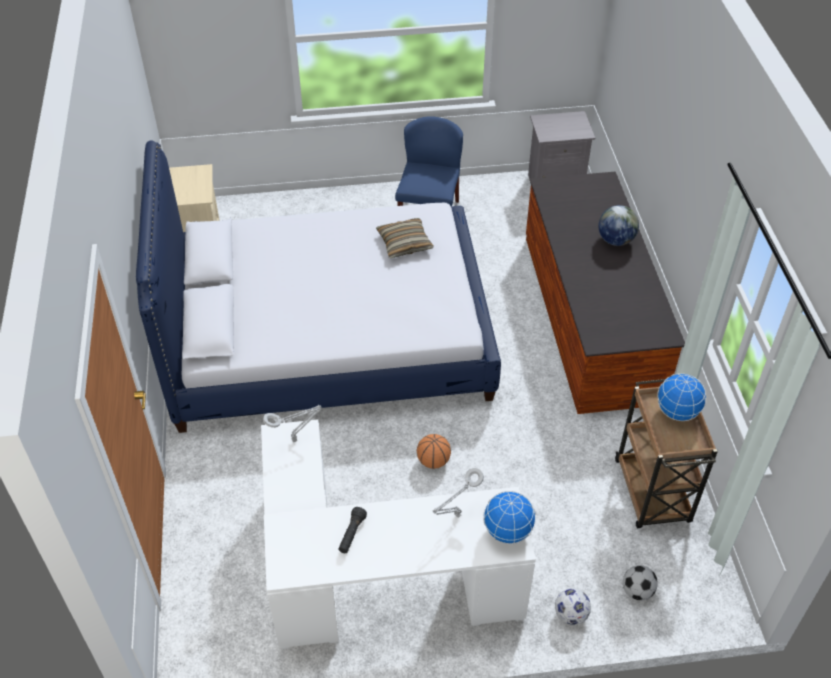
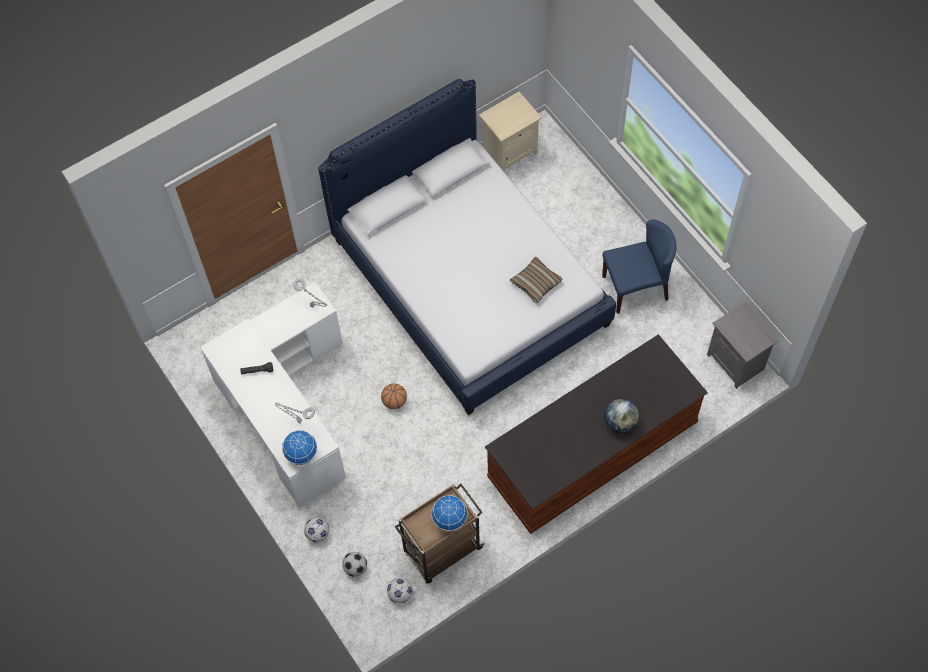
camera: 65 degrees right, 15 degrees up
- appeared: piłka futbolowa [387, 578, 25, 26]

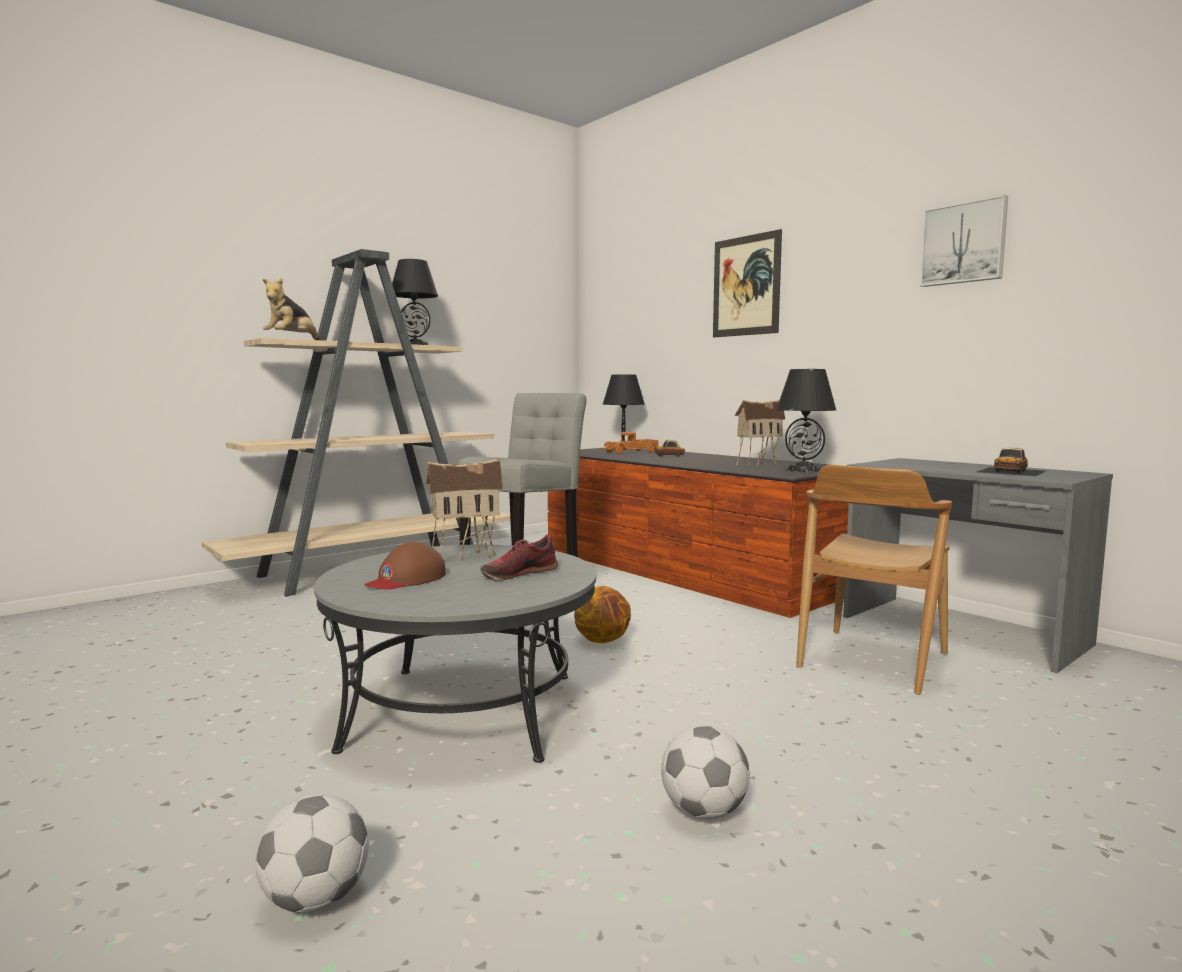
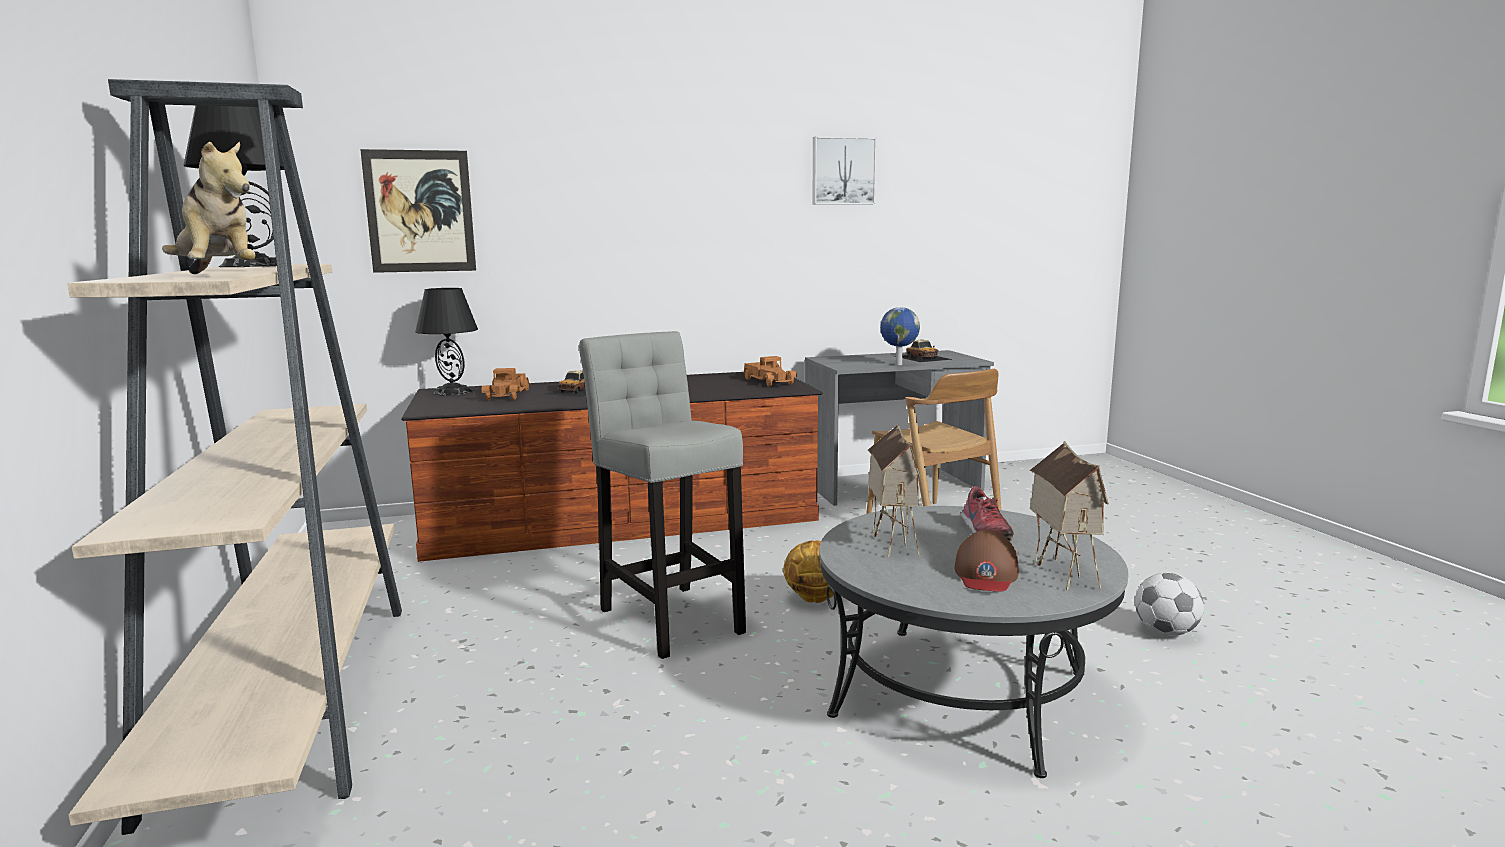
camera: 65 degrees left, 5 degrees up
- relocated: obraz [713, 229, 69, 108] to [360, 149, 116, 124]
- exchanged: lampa stołowa/czarny [776, 369, 60, 103] to ciężarówka zabawkowa [743, 356, 54, 31]
- relocated: domek [734, 400, 51, 67] to [1030, 441, 79, 150]
- spun: czapka z daszkiem/brązowy [364, 542, 82, 47] = [955, 530, 64, 62] 45 degrees clockwise
- missing: piłka futbolowa [256, 794, 113, 119]
- appeared: globus [880, 307, 40, 58]

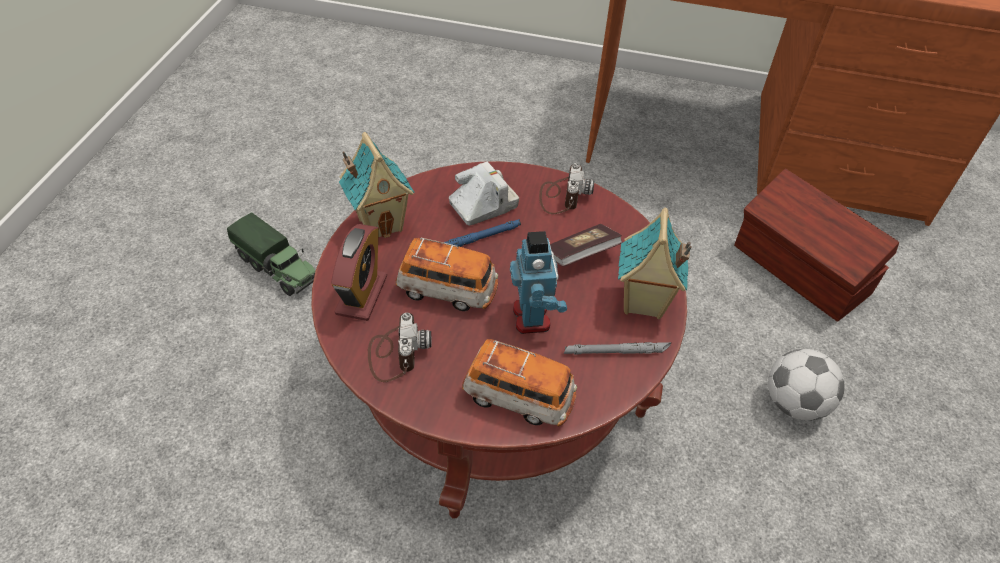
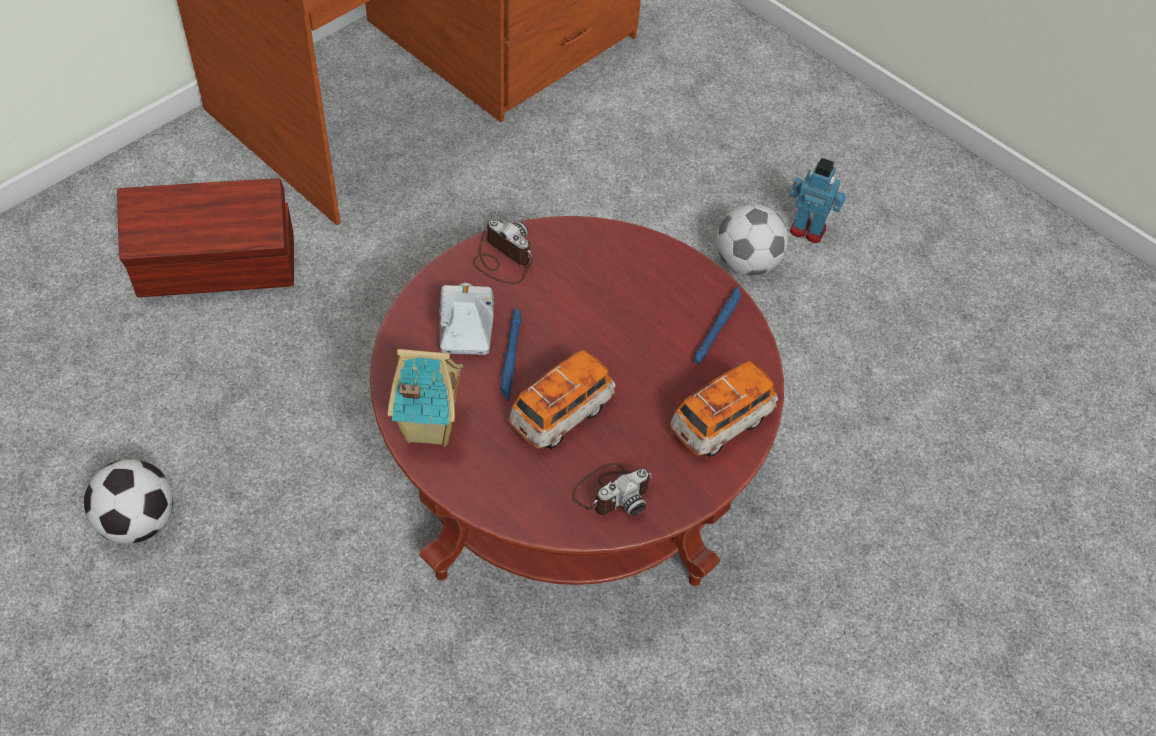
camera: 60 degrees left, 5 degrees up
- relocated: pojemnik do przechowywania/brązowy [734, 169, 165, 153] to [117, 178, 177, 119]
- missing: domek [618, 208, 73, 111]
- missing: ciężarówka zabawkowa [227, 213, 89, 83]
- missing: budzik [331, 224, 56, 97]
- missing: książka [550, 224, 73, 42]
- relocated: robot zabawkowy [510, 231, 57, 103] to [790, 158, 56, 85]
- spun: aparat fotograficzny [368, 313, 63, 69] = [572, 463, 80, 53] 120 degrees clockwise
- colour: latarka/szary [564, 342, 107, 12] to latarka/niebieski [693, 285, 48, 80]
- appeared: piłka futbolowa [84, 459, 89, 85]

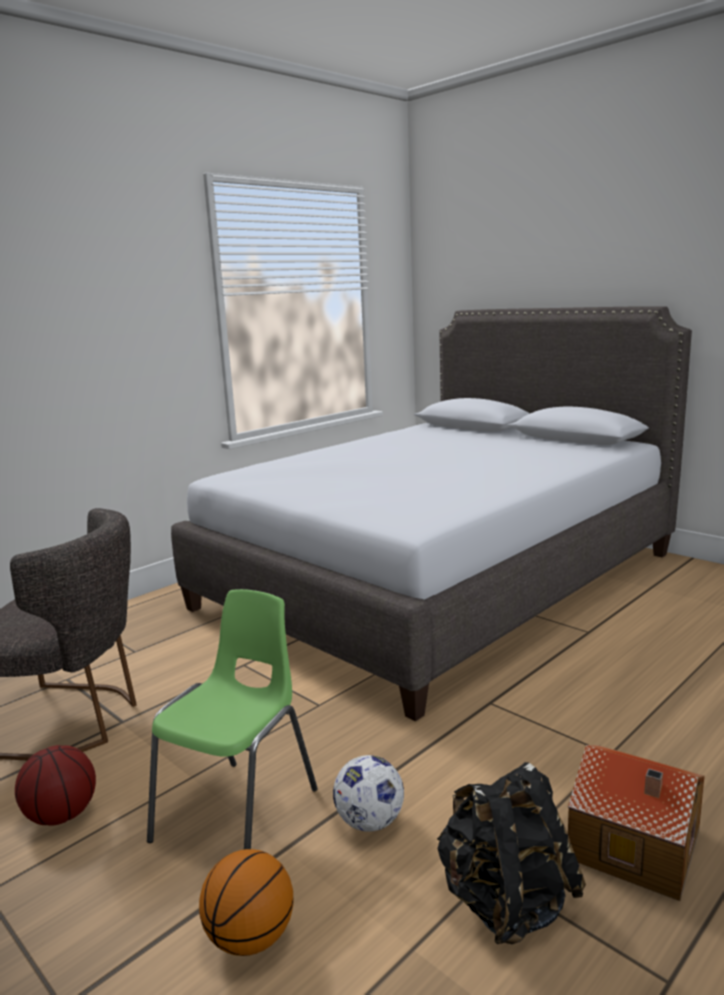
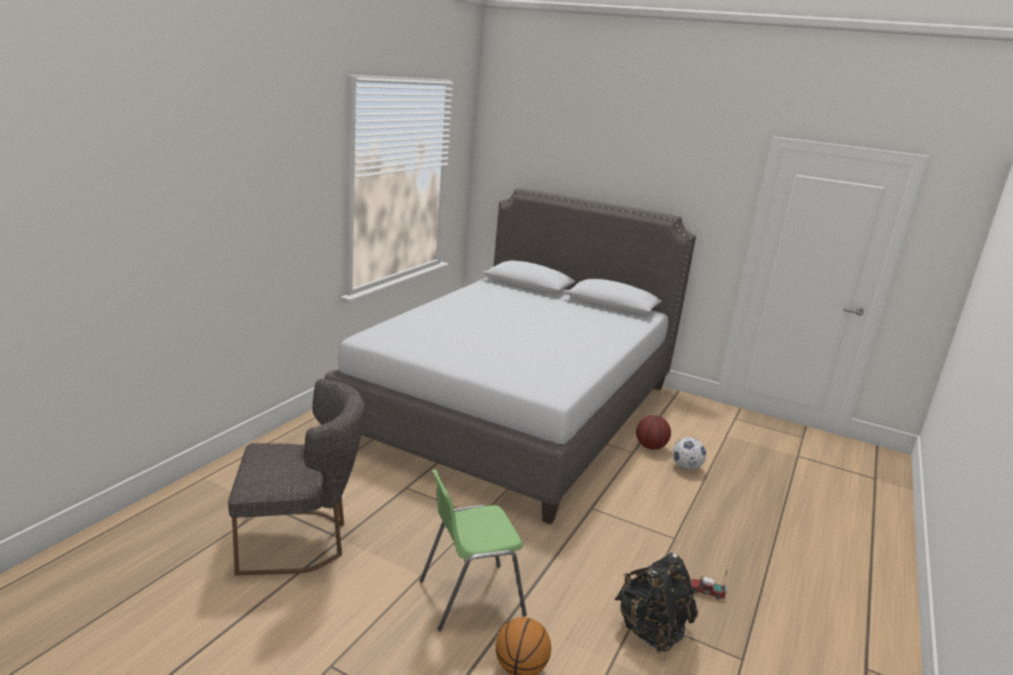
camera: 20 degrees left, 5 degrees up
- spun: krzesło/zielony [147, 589, 171, 260] = [420, 469, 107, 162] 120 degrees counterclockwise
- relocated: piłka do koszykówki [15, 745, 81, 81] to [636, 415, 35, 35]
- exchanged: domek [568, 745, 137, 156] to ciężarówka zabawkowa [691, 572, 36, 27]
- relocated: piłka futbolowa [333, 755, 71, 77] to [673, 437, 33, 33]

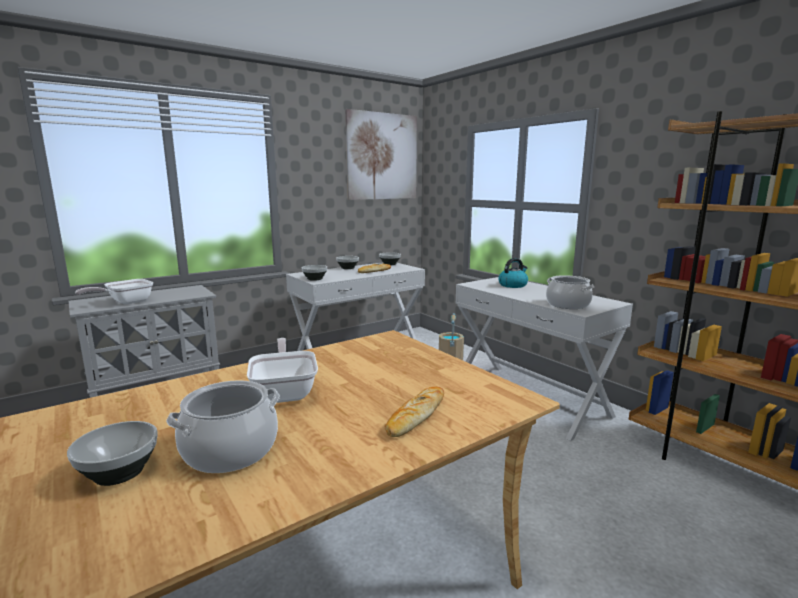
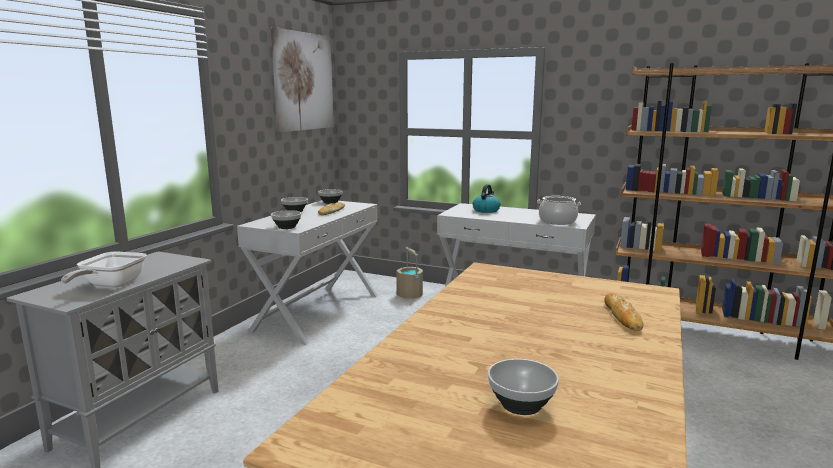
camera: 30 degrees left, 0 degrees up
- missing: patelnia [247, 338, 71, 65]
- missing: garnek [166, 380, 114, 93]

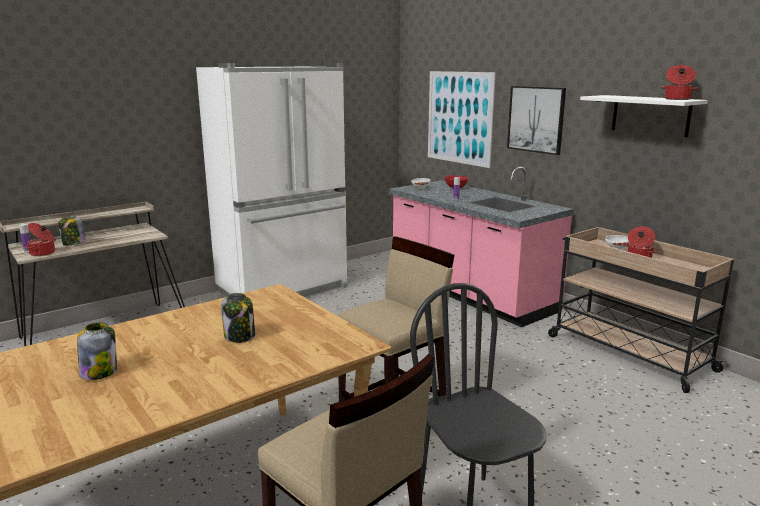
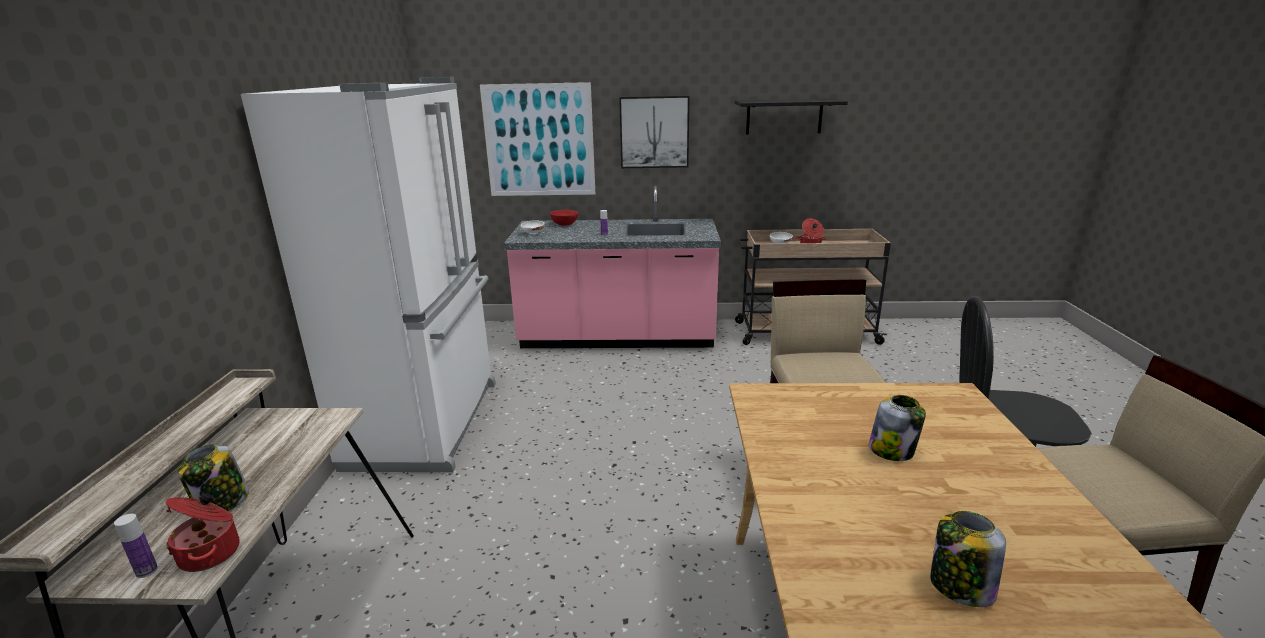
camera: 50 degrees left, 5 degrees up
- missing: garnek [661, 65, 37, 35]
- colour: półka/biały [580, 95, 128, 42] to półka/czarny [735, 99, 113, 36]

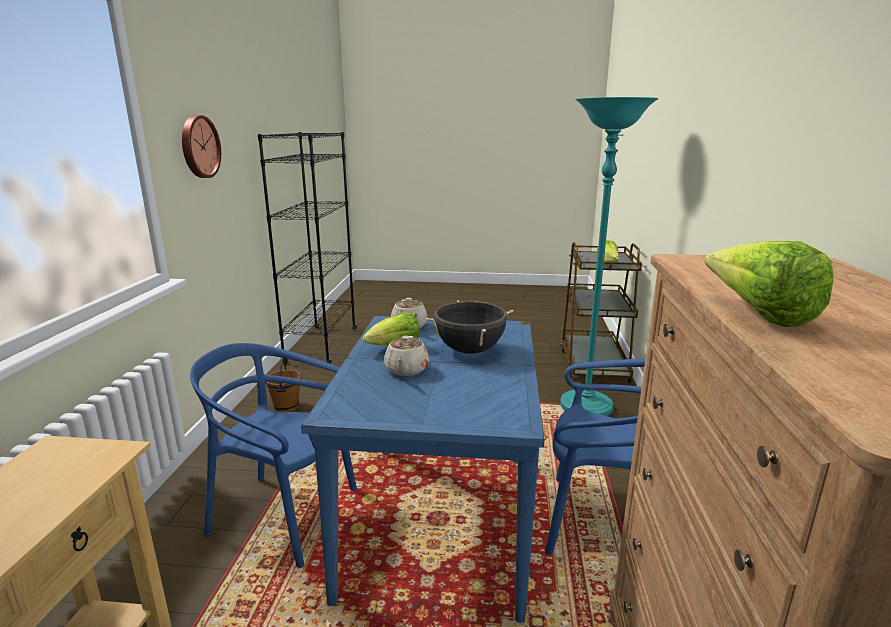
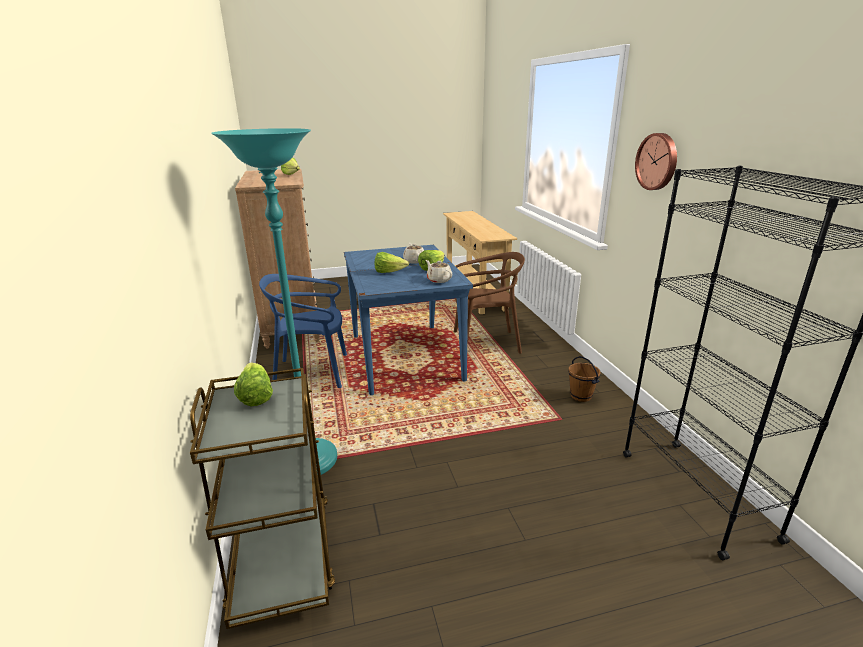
camera: 160 degrees right, 5 degrees up
- exchanged: garnek/czarny [426, 300, 87, 54] to sałata [375, 252, 34, 21]
- colour: krzesło/niebieski [190, 343, 167, 225] to krzesło/brązowy [454, 252, 71, 102]

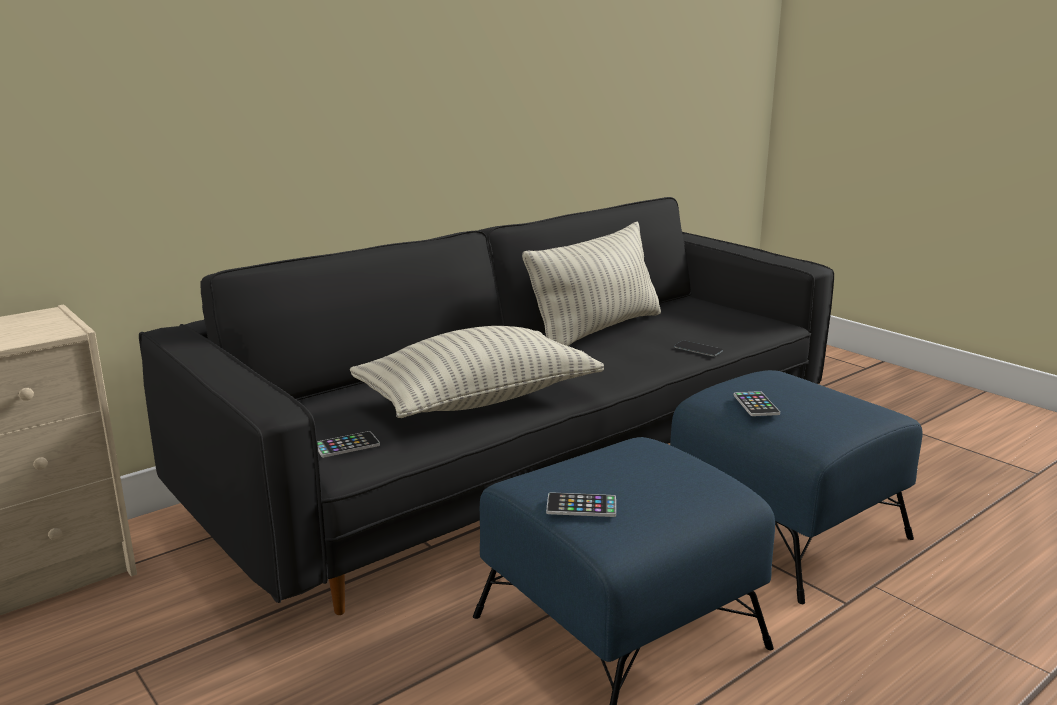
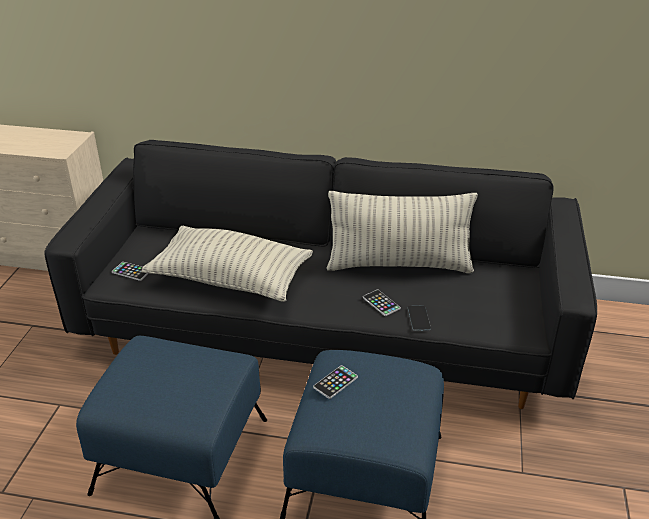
camera: 50 degrees right, 15 degrees up
- relocated: telefon [546, 492, 70, 25] to [363, 290, 38, 26]

